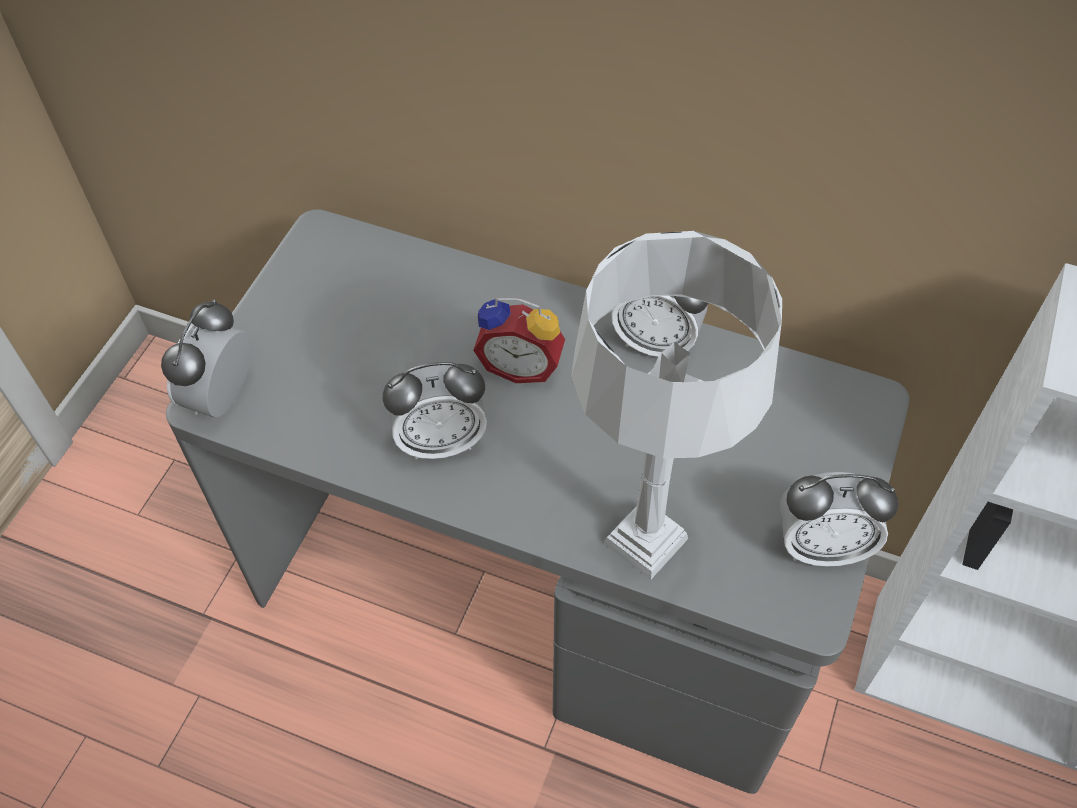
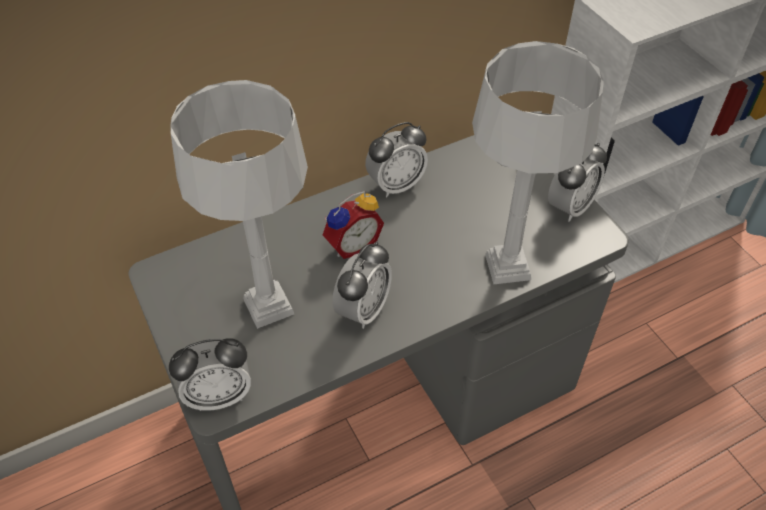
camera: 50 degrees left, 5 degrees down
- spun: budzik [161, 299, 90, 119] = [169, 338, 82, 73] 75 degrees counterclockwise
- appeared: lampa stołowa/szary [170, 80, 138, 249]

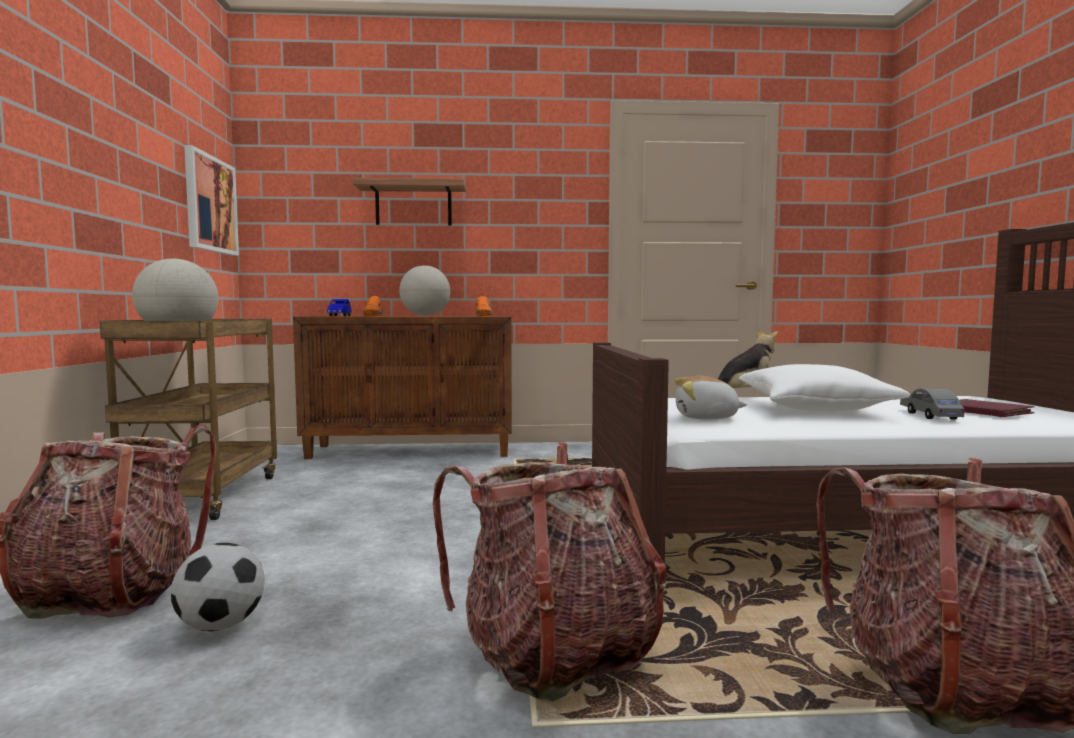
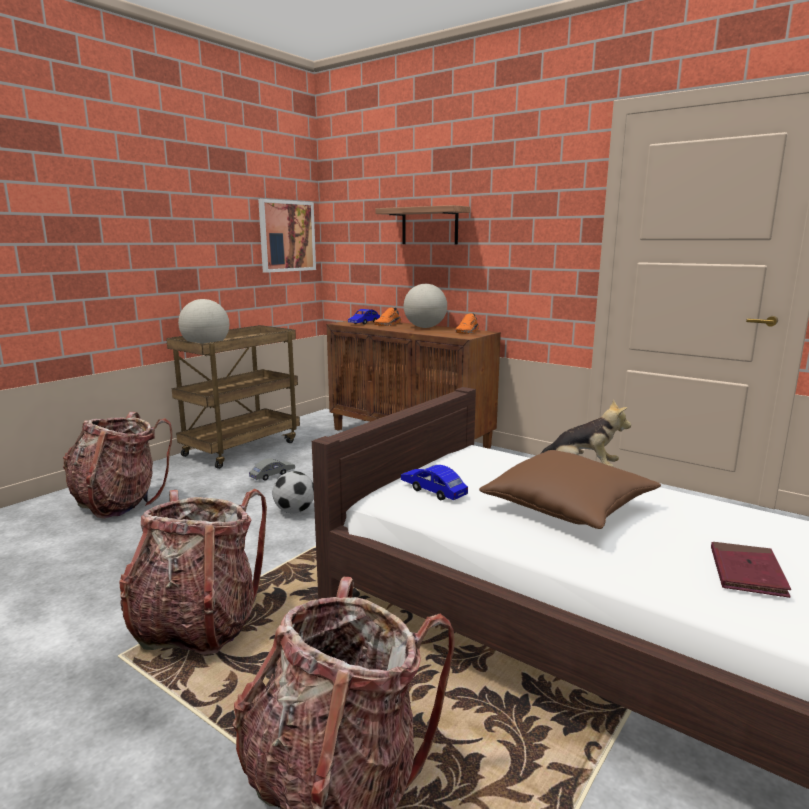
camera: 40 degrees right, 10 degrees up
- colour: poduszka/biały [738, 364, 172, 47] to poduszka/brązowy [479, 450, 182, 79]
- exchanged: pluszak [674, 376, 73, 44] to samochodzik/niebieski [401, 465, 67, 35]
- relocated: samochodzik/szary [900, 389, 65, 31] to [249, 459, 46, 22]
- relocated: piłka futbolowa [171, 543, 94, 88] to [272, 471, 42, 42]

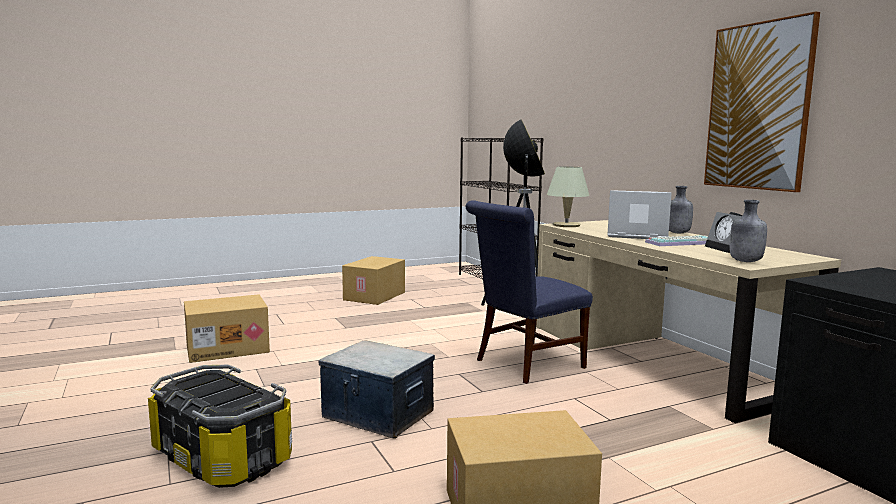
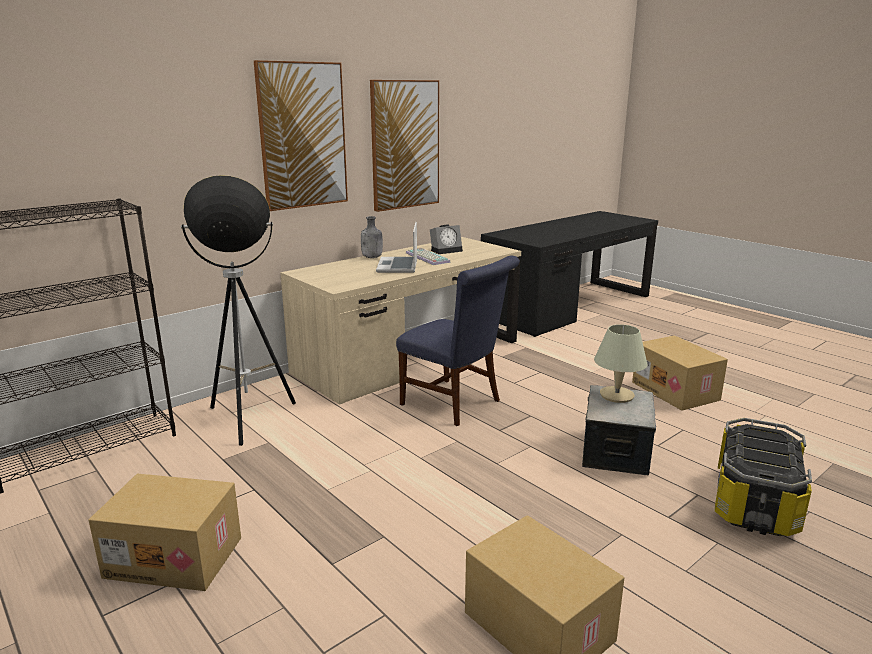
camera: 105 degrees left, 10 degrees up
- relocated: lampa stołowa/beżowy [547, 166, 43, 61] to [594, 324, 53, 79]
- missing: butelka/szary [730, 200, 37, 62]
- appeared: obraz [254, 60, 94, 151]

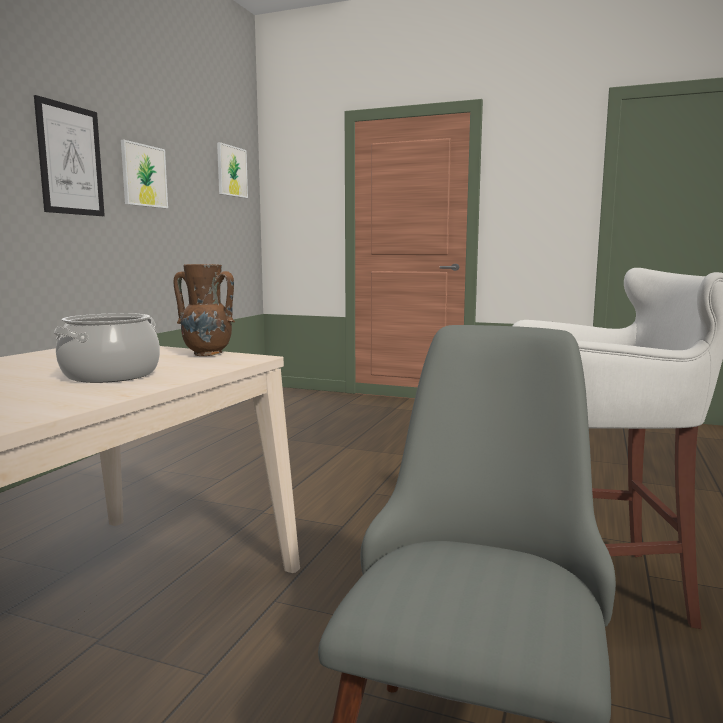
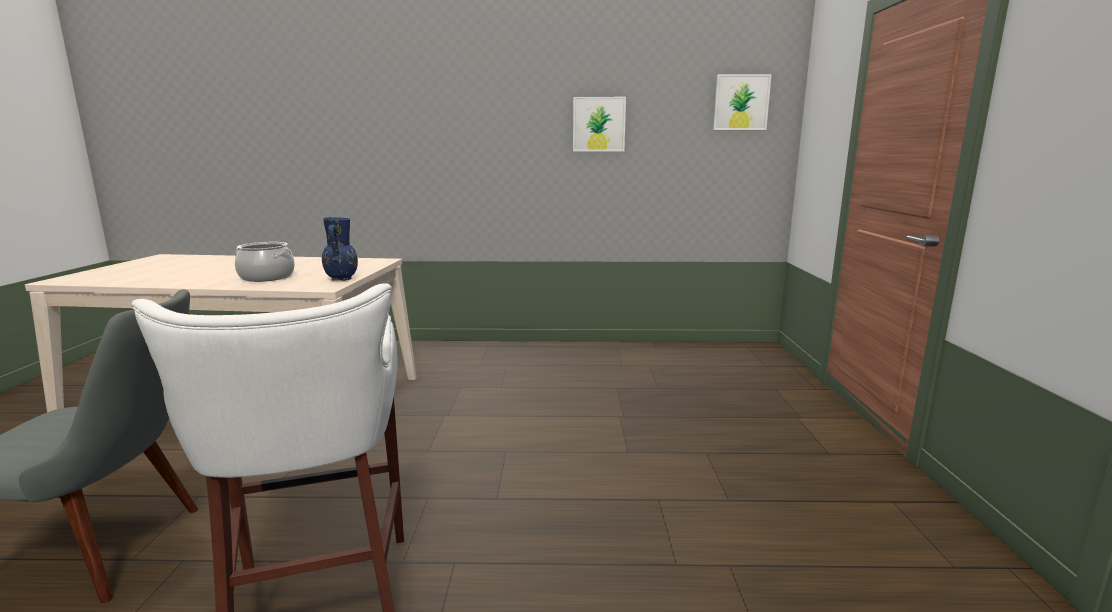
camera: 70 degrees right, 5 degrees up
- missing: obraz [34, 95, 71, 121]
- colour: wazon/brązowy [173, 264, 62, 92] to wazon/niebieski [322, 217, 36, 64]

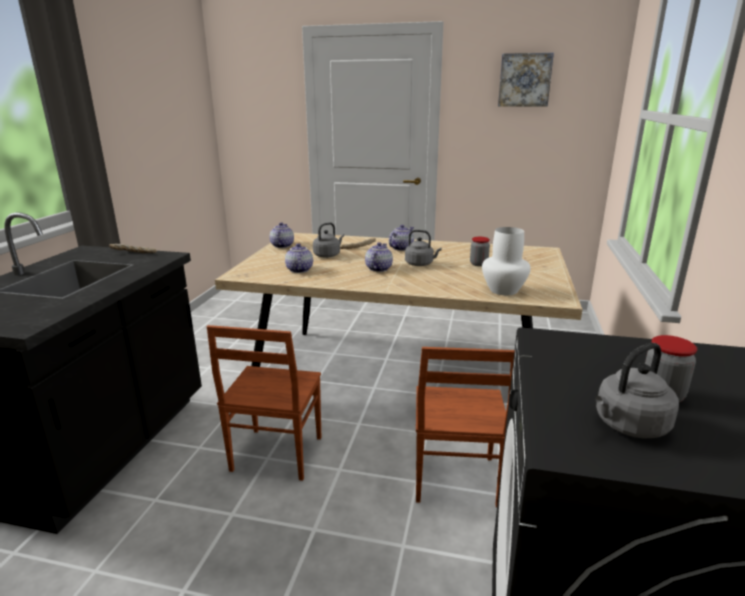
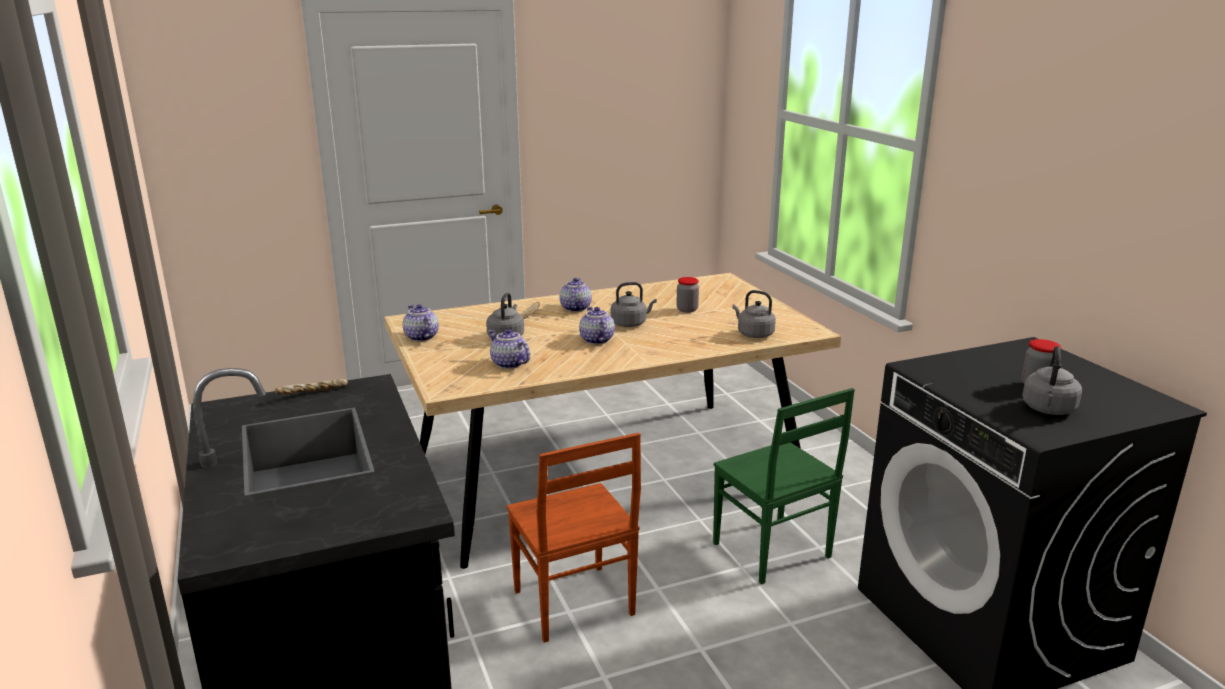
camera: 35 degrees left, 0 degrees up
- missing: obraz [498, 53, 56, 54]
- exchanged: wazon/biały [482, 227, 49, 68] to czajnik/szary [732, 290, 44, 48]
- colour: krzesło/brązowy [416, 347, 99, 160] to krzesło/zielony [713, 388, 142, 197]

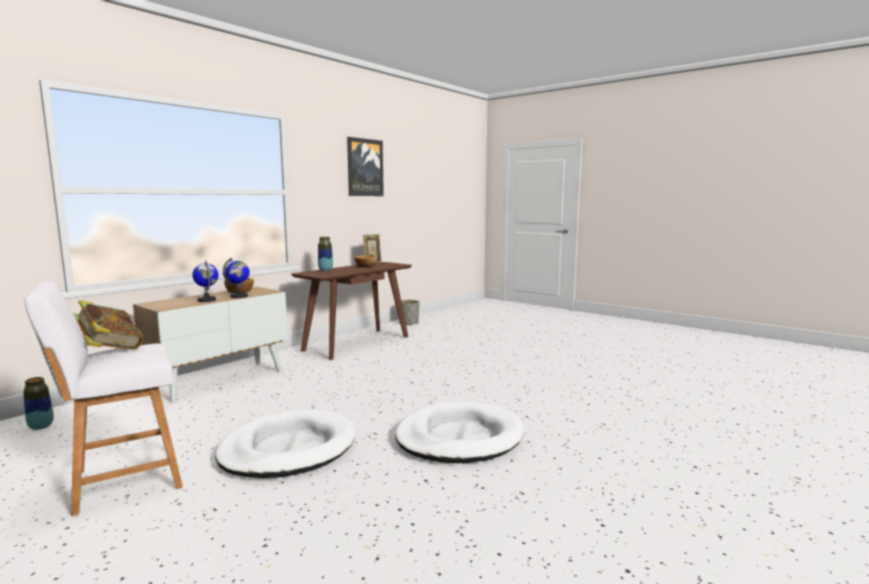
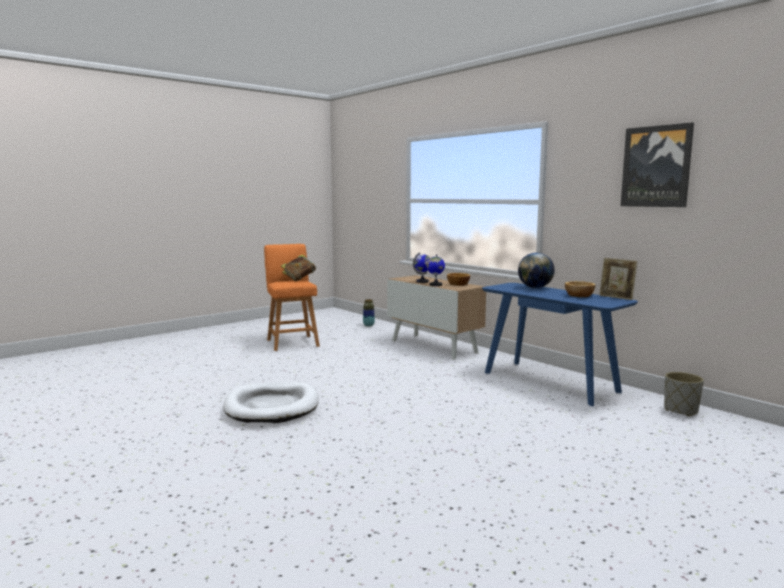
camera: 100 degrees right, 0 degrees up
- exchanged: wazon [318, 237, 15, 34] to globus [518, 253, 37, 35]
- colour: stolik konsolowy/brązowy [291, 262, 121, 98] to stolik konsolowy/niebieski [482, 283, 156, 123]
- colour: stołek/biały [25, 282, 158, 234] to stołek/pomarańczowy [264, 244, 56, 107]
- missing: legowisko/biały [215, 410, 140, 68]

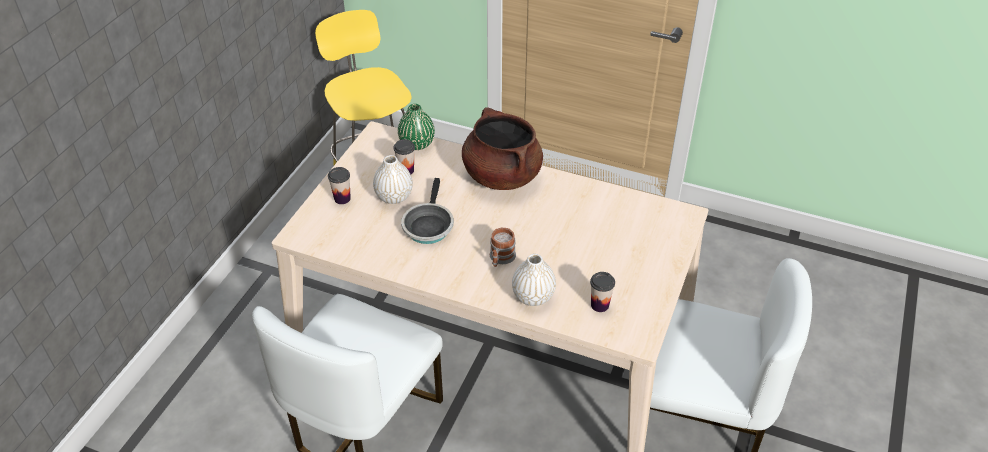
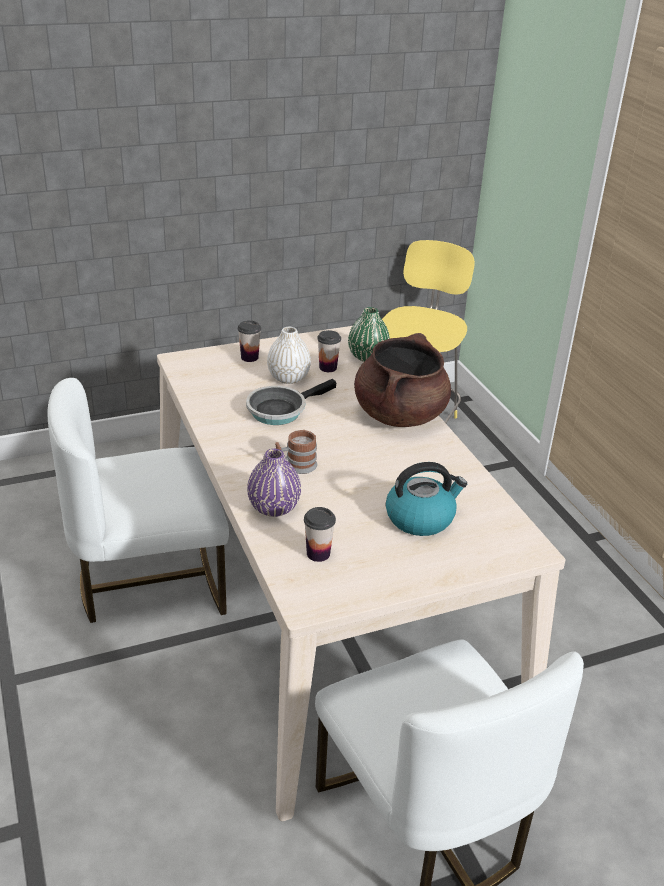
camera: 45 degrees right, 10 degrees down
- colour: wazon/biały [512, 254, 44, 52] to wazon/fioletowy [247, 449, 54, 68]
- appeared: czajnik [386, 462, 81, 74]

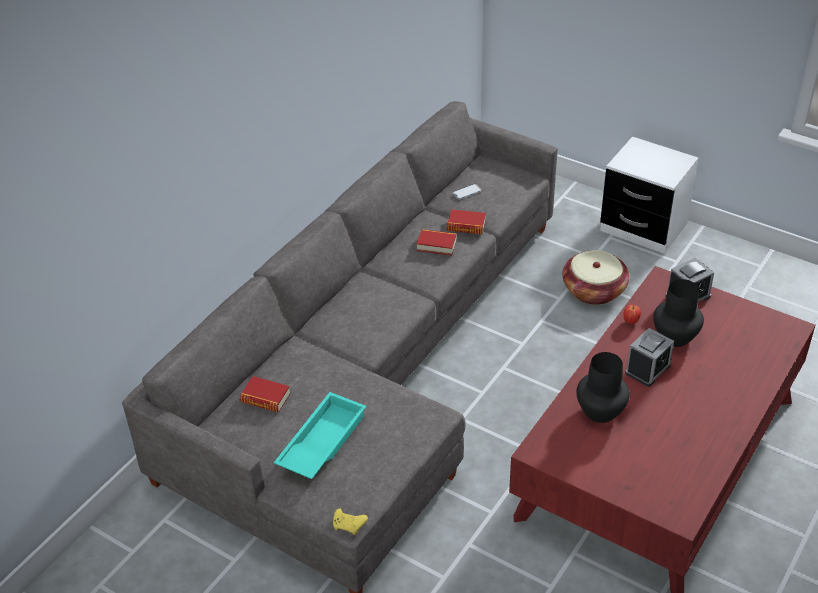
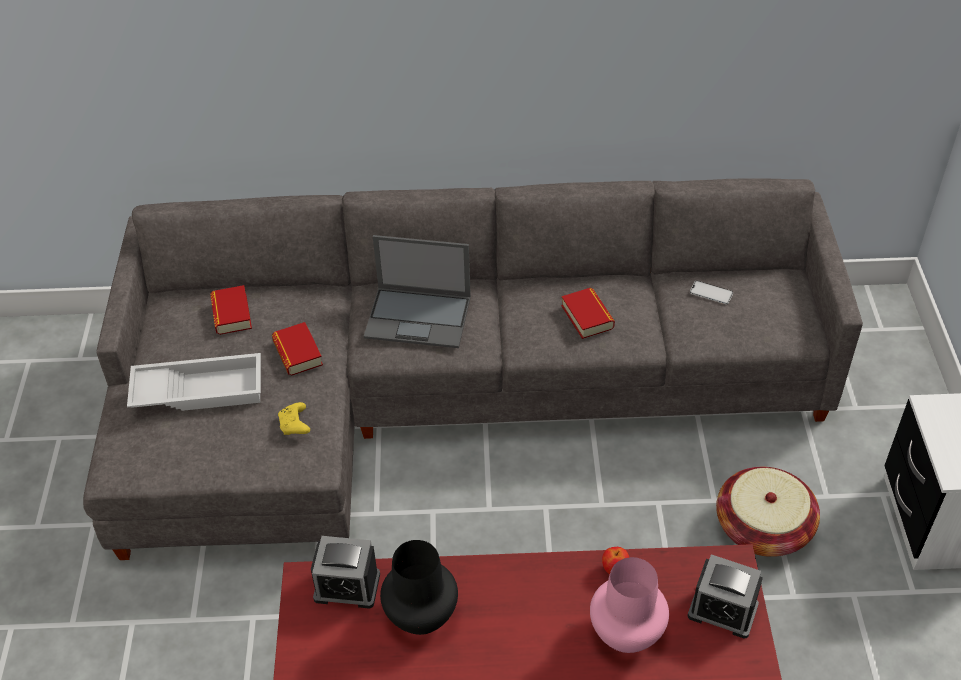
camera: 55 degrees right, 5 degrees up
- relocated: książka [447, 209, 39, 25] to [272, 322, 51, 54]
- colour: wazon/czarny [653, 279, 51, 68] to wazon/różowy [590, 557, 79, 96]
- relocated: budzik [625, 328, 49, 59] to [311, 536, 69, 73]
- colour: taca/turkusowy [274, 392, 92, 87] to taca/biały [127, 353, 134, 58]
- relocated: pad do gier/żółty [333, 509, 35, 26] to [278, 402, 32, 33]
- appeared: laptop [364, 235, 107, 113]

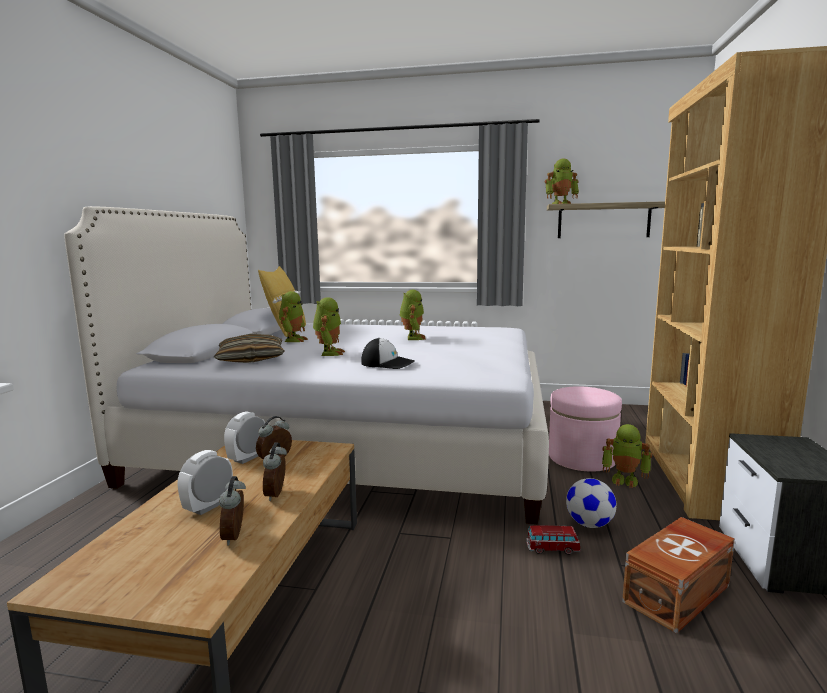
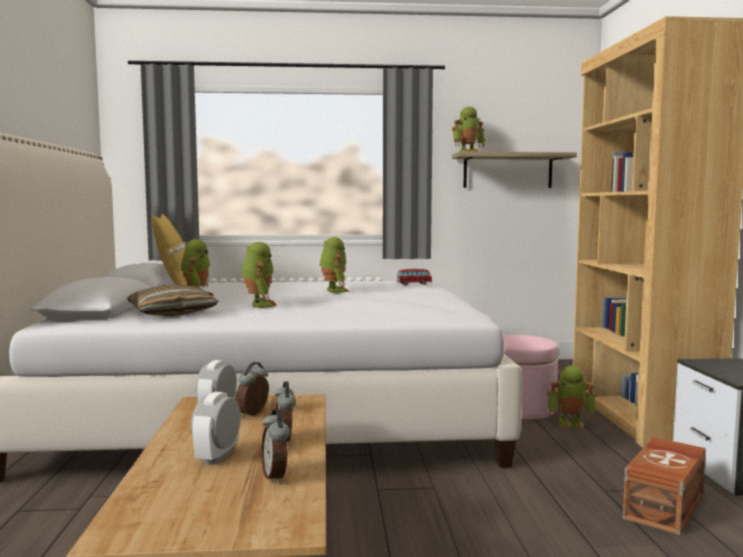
camera: 15 degrees left, 5 degrees down
- missing: czapka z daszkiem [361, 338, 54, 31]
- missing: piłka futbolowa [566, 478, 50, 50]
- relocated: samochodzik [526, 525, 55, 30] to [397, 269, 35, 16]

